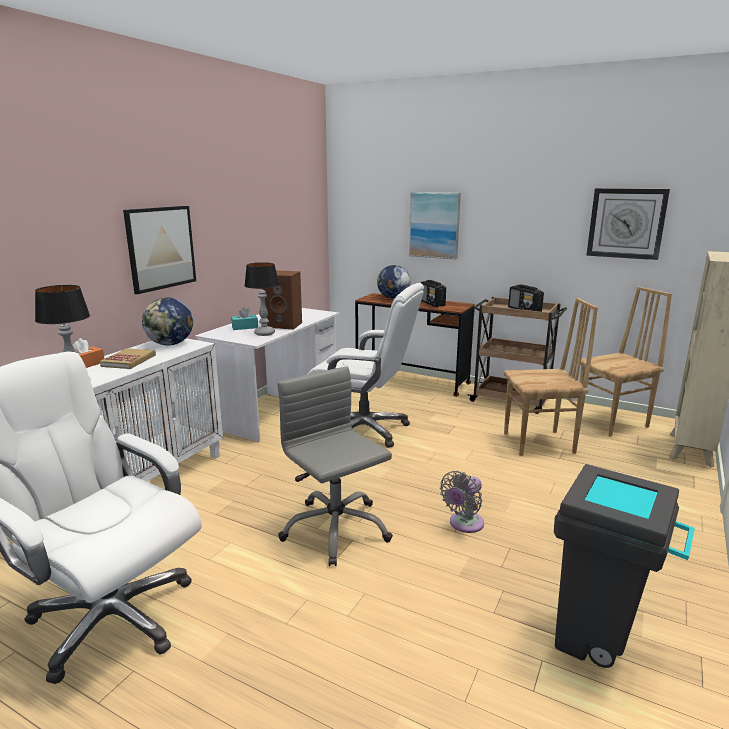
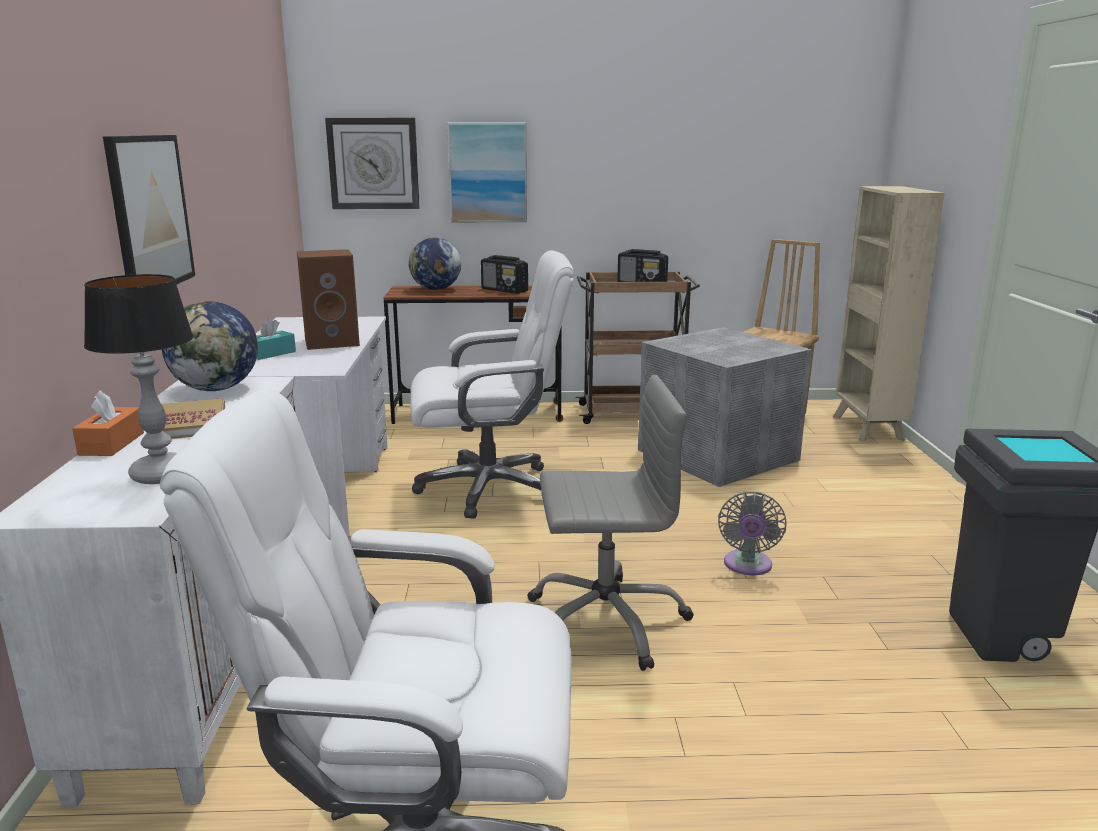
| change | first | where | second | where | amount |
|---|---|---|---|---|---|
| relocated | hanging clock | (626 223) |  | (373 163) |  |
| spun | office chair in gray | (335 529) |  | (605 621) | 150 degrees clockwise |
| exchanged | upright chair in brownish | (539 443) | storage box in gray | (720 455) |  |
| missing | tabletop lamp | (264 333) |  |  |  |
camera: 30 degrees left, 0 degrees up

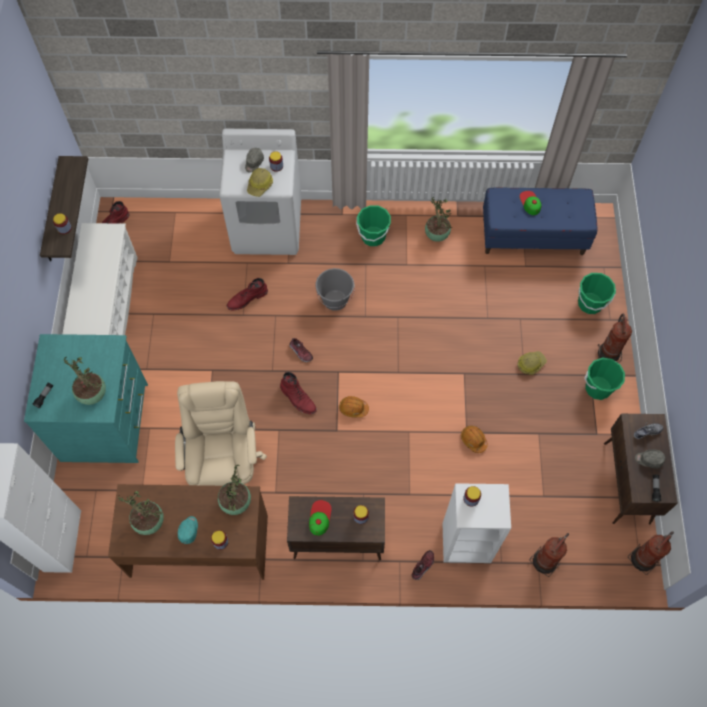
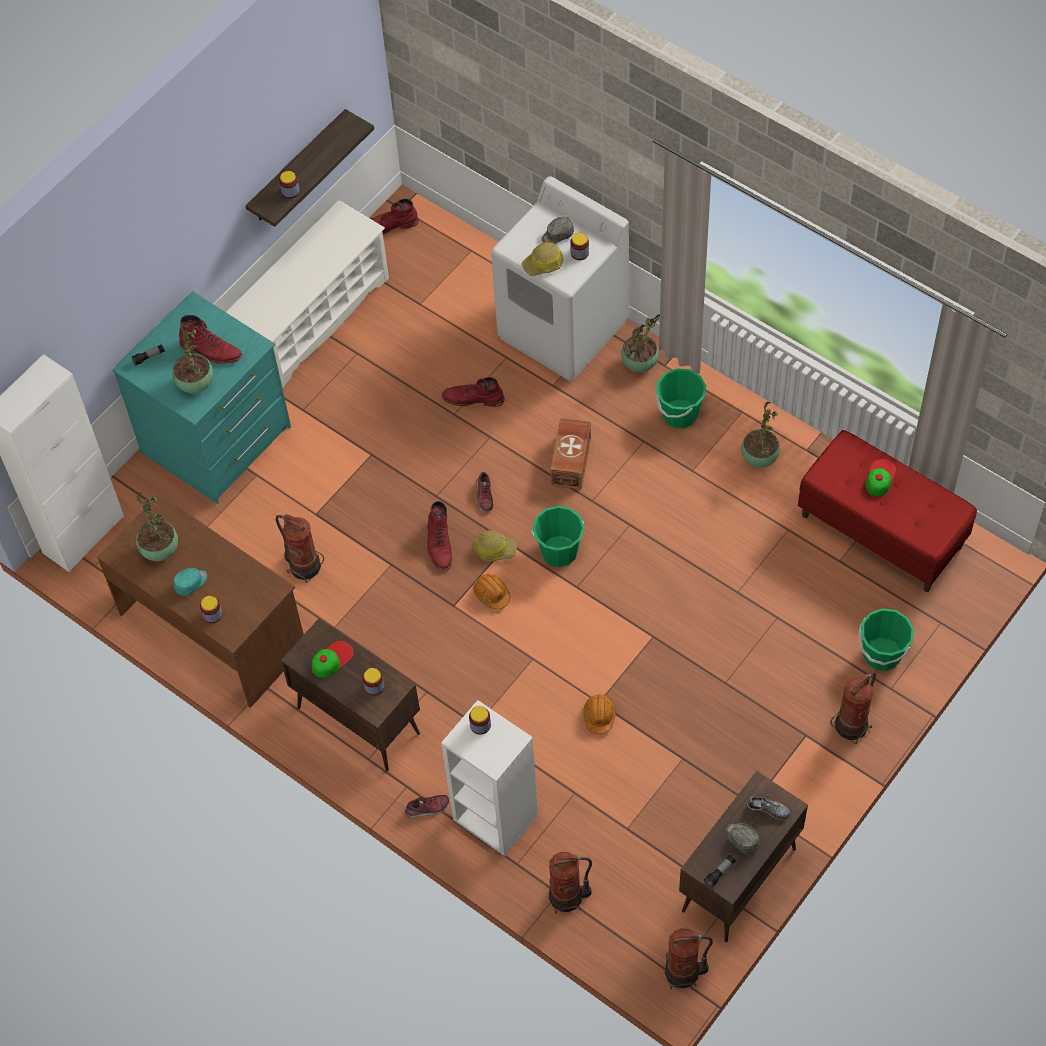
| change | first | where | second | where | amount |
|---|---|---|---|---|---|
| appeared |  |  | high-top boot in reddish | (211 351) |  |
| exchanged | office chair in beige-coloured | (225 465) | fire extinguisher | (304 565) |  |
| relocated | work helmet | (530 364) |  | (494 549) |  |
| relocated | water bucket in green-coloured | (598 388) |  | (559 551) |  |
| exchanged | water bucket in gray | (335 300) | storage box in brownish | (572 461) |  |
| relocated | plant in a pot | (236 502) |  | (640 363) |  |
| colour | bench in blue | (533 236) | bench in reddish | (882 531) |  |
camera: 40 degrees right, 5 degrees down

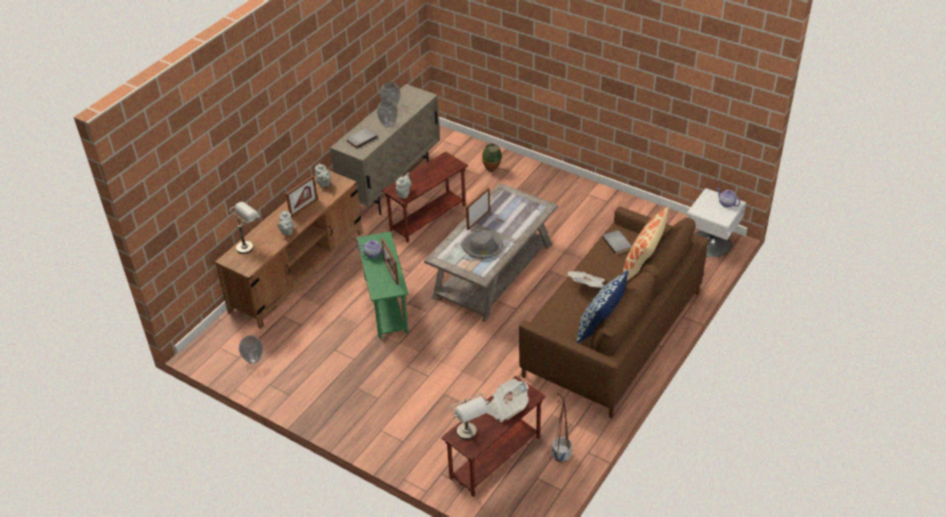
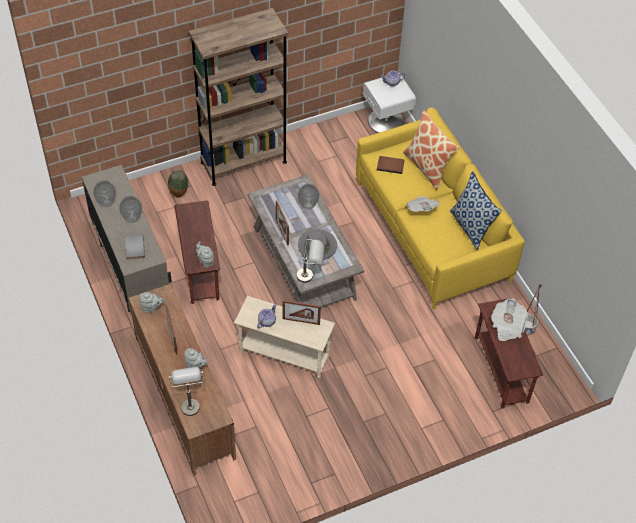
| change | first | where | second | where | amount |
|---|---|---|---|---|---|
| appeared |  |  | shelving unit in brownish | (243 162) |  |
| colour | end table in green-coloured | (385 306) | end table in beige-coloured | (284 355) |  |
| relocated | tabletop lamp in gray | (470 436) |  | (310 276) |  |
| relocated | decorative vase | (254 360) |  | (308 206) |  |
| colour | settee in brownish | (612 334) | settee in yellow | (432 231) |  |
| colour | book in gray | (618 243) | book in brownish | (390 165) |  |
camera: 60 degrees left, 10 degrees up

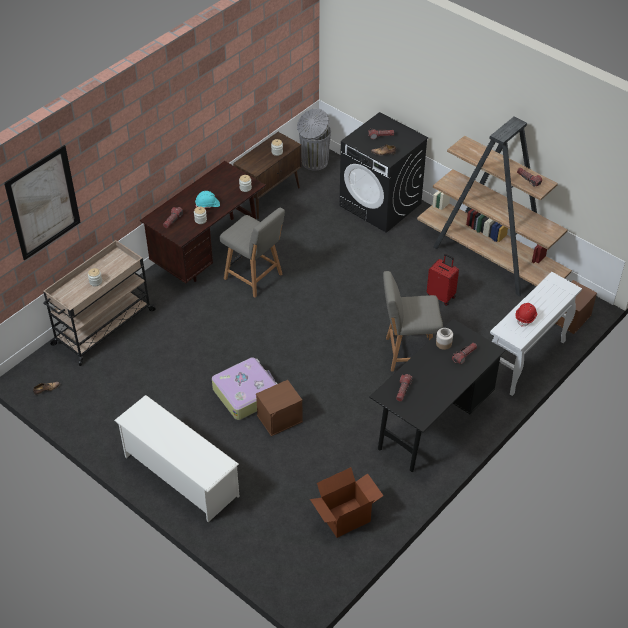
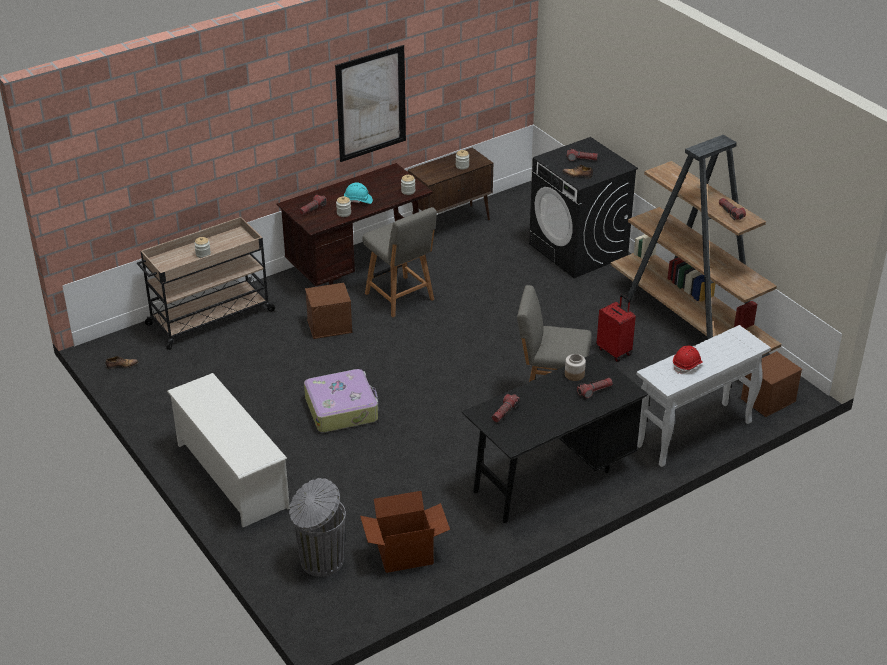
| change | first | where | second | where | amount |
|---|---|---|---|---|---|
| relocated | waste bin in gray | (314 162) |  | (320 561) |  |
| relocated | storage box in brownish | (280 418) |  | (330 325) |  |
| relocated | wall art | (43 203) |  | (371 103) |  |
camera: 15 degrees right, 10 degrees down

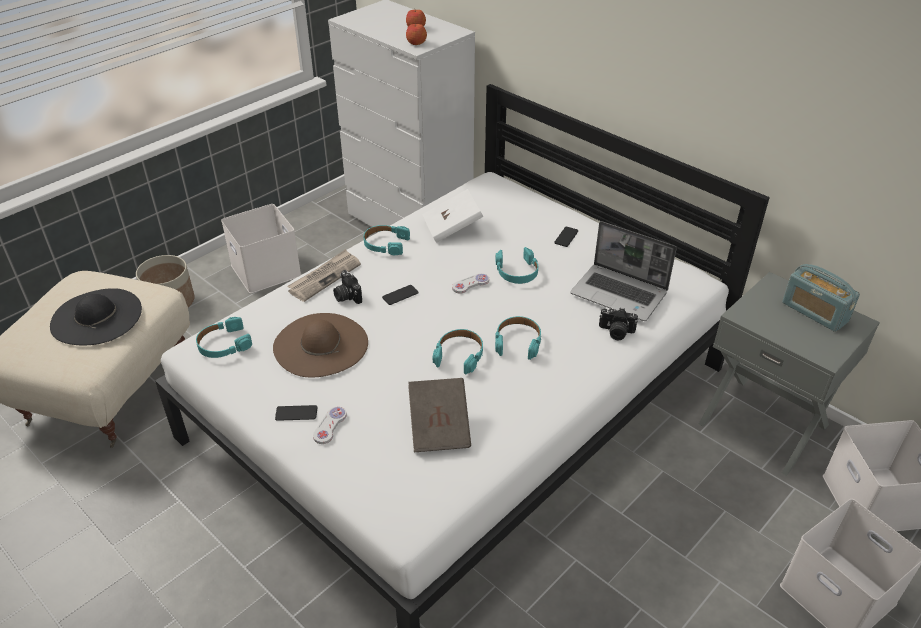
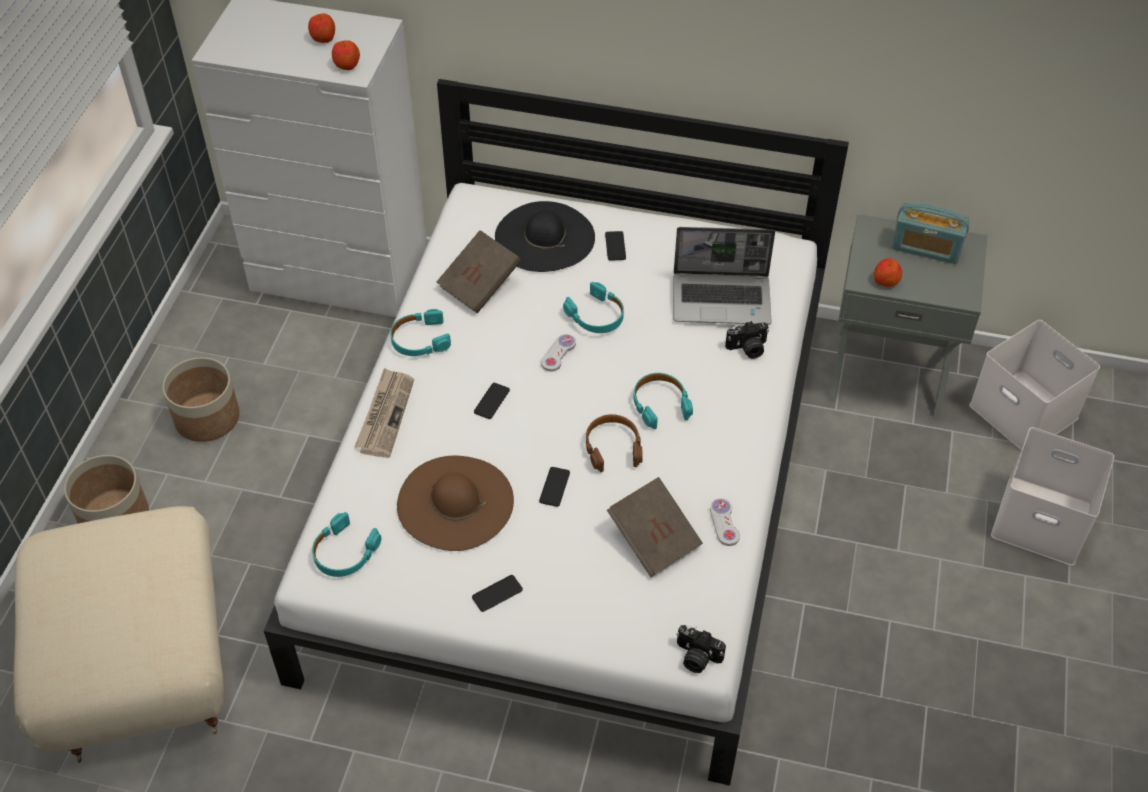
| change | first | where | second | where | amount |
|---|---|---|---|---|---|
| exchanged | storage box in white-coloured | (267 270) | plant pot | (208 418) |  |
| colour | book in white-coloured | (452 228) | book in brownish | (480 285) |  |
| relocated | wearable hat in black-coloured | (96 317) |  | (544 237) |  |
| appeared |  |  | phone | (554 487) |  |
| colour | headset in turquoise | (459 355) | headset in brownish | (612 447) |  |
| relocated | still camera | (347 296) |  | (696 657) |  |
| relocated | game controller in white-coloured | (330 426) |  | (724 523) |  |
| appeared |  |  | apple | (886 281) |  |
camera: 30 degrees left, 10 degrees up

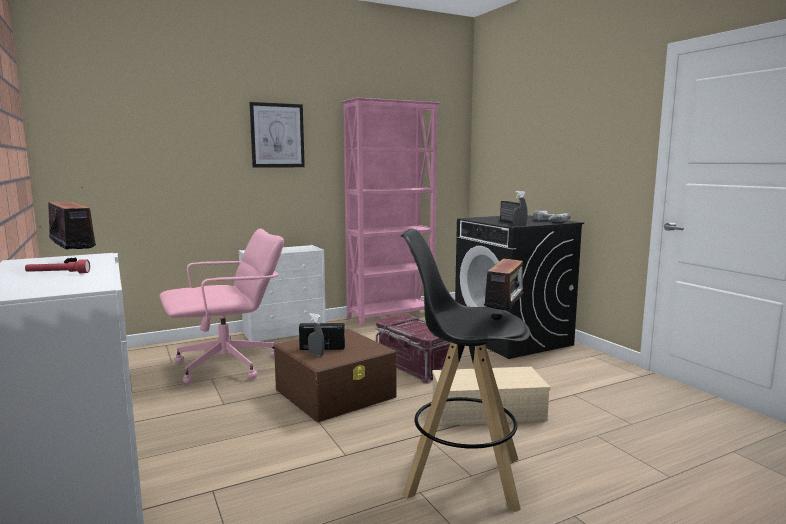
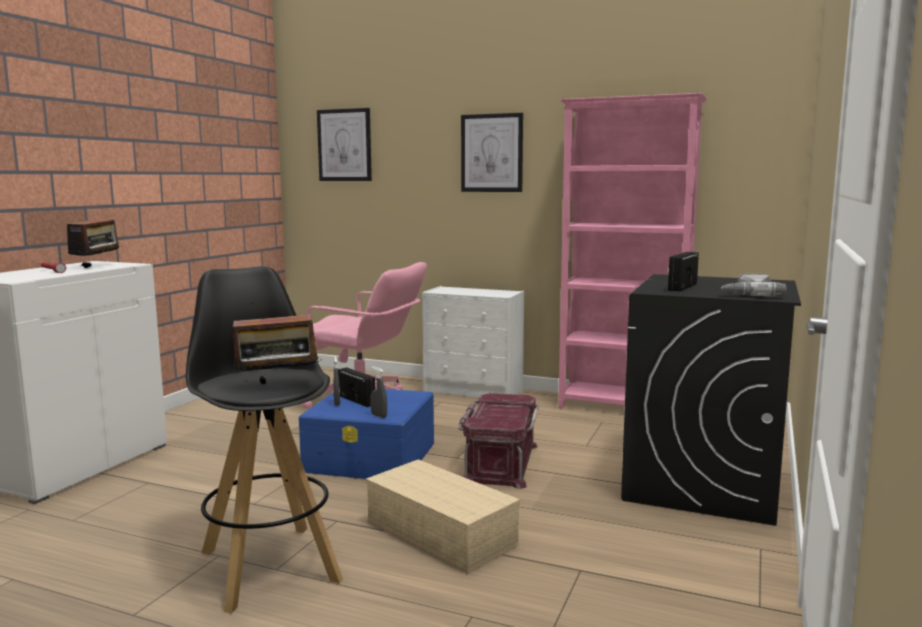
| change | first | where | second | where | amount |
|---|---|---|---|---|---|
| colour | storage box in brownish | (336 393) | storage box in blue | (371 457) |  |
| appeared |  |  | wall art | (344 145) |  |
| relocated | spray bottle in gray | (519 225) |  | (379 416) |  |
camera: 50 degrees right, 0 degrees up

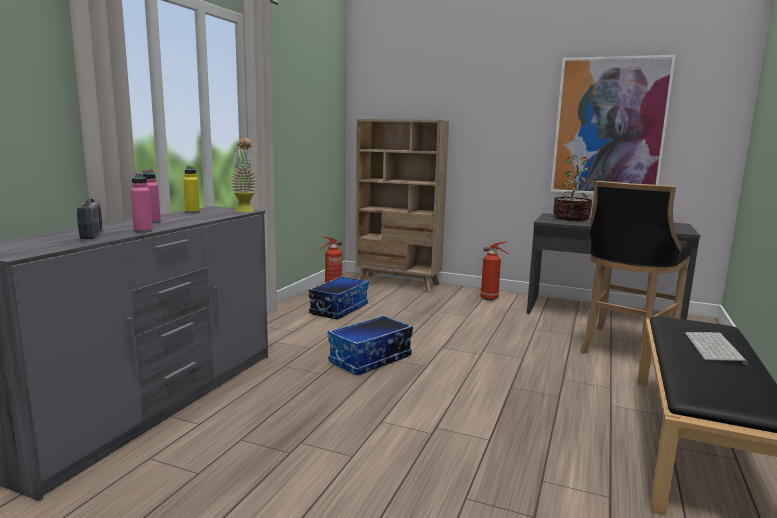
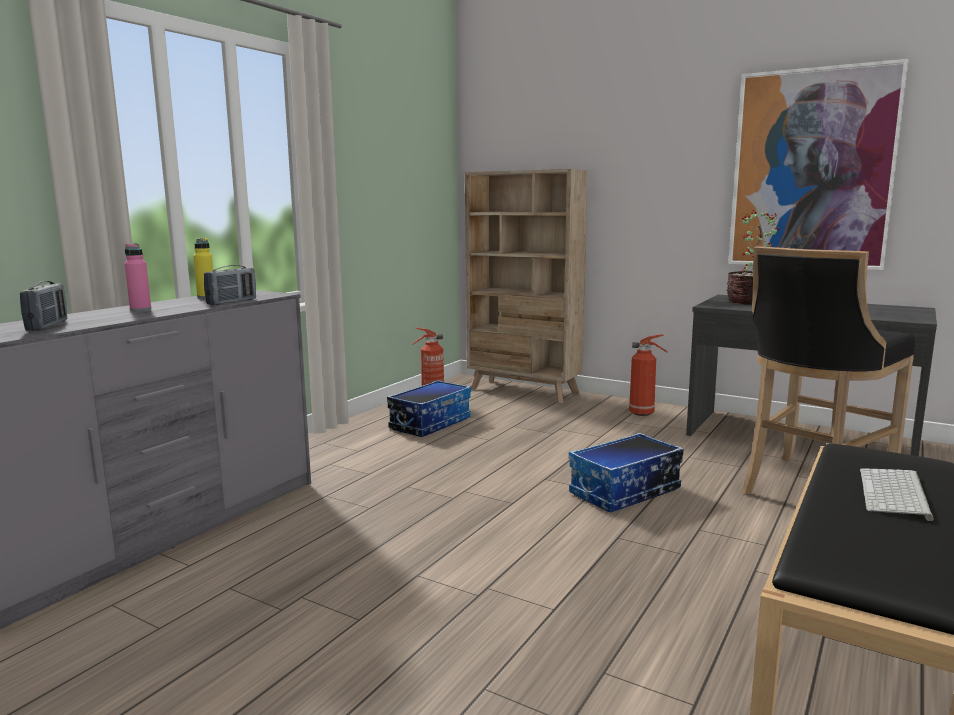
| change | first | where | second | where | amount |
|---|---|---|---|---|---|
| appeared |  |  | radio receiver | (232 302) |  |
| relocated | storage box | (370 359) |  | (625 492) |  |
| missing | drink bottle in pinkish | (143 231) |  |  |  |
| missing | plant in a pot | (244 210) |  |  |  |
camera: 10 degrees right, 0 degrees up

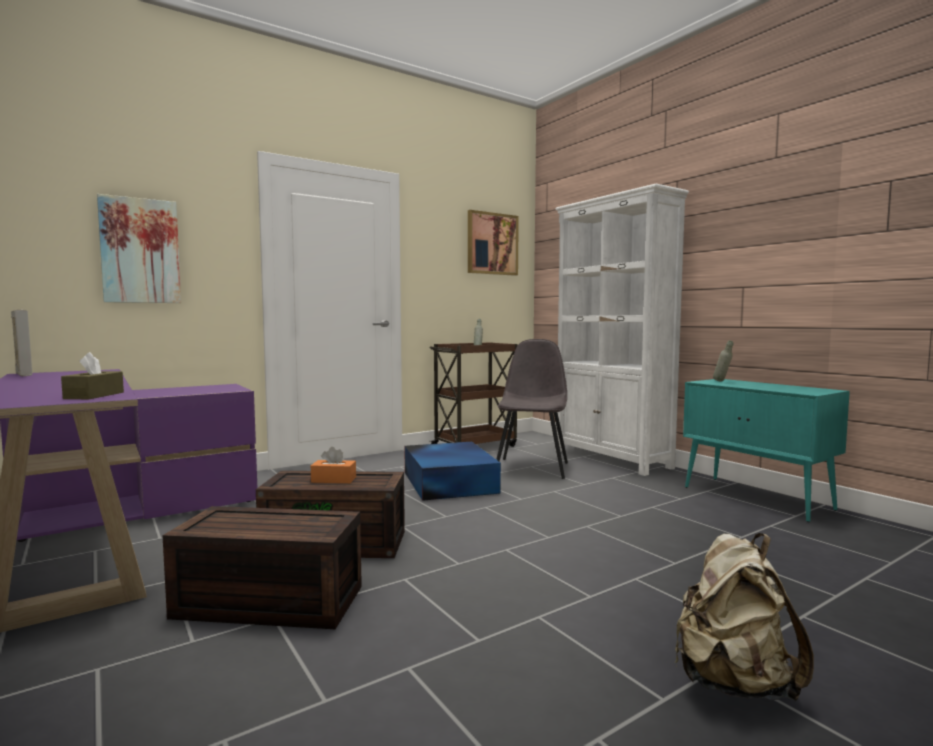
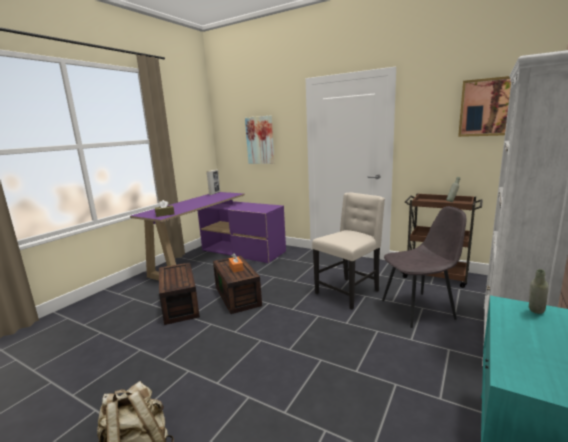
| change | first | where | second | where | amount |
|---|---|---|---|---|---|
| exchanged | storage box in blue | (449 482) | upright chair in beige-coloured | (348 292) |  |
camera: 65 degrees right, 10 degrees up

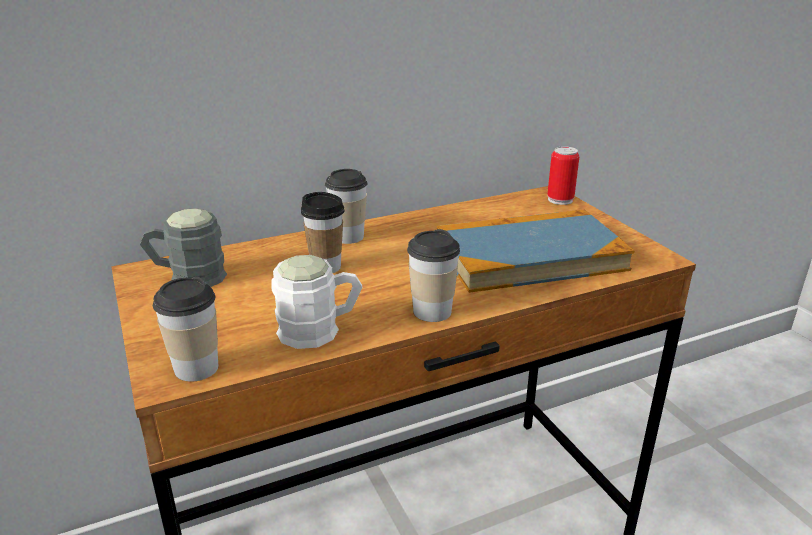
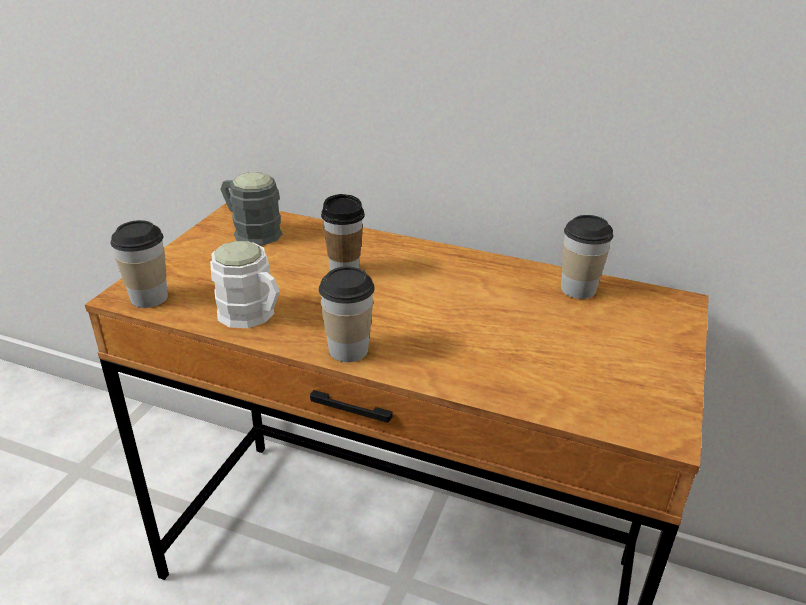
| change | first | where | second | where | amount |
|---|---|---|---|---|---|
| relocated | drinking cup | (348 236) |  | (578 289) |  |
| missing | book | (529 256) |  |  |  |
| missing | metal can | (560 199) |  |  |  |
camera: 45 degrees right, 5 degrees up

